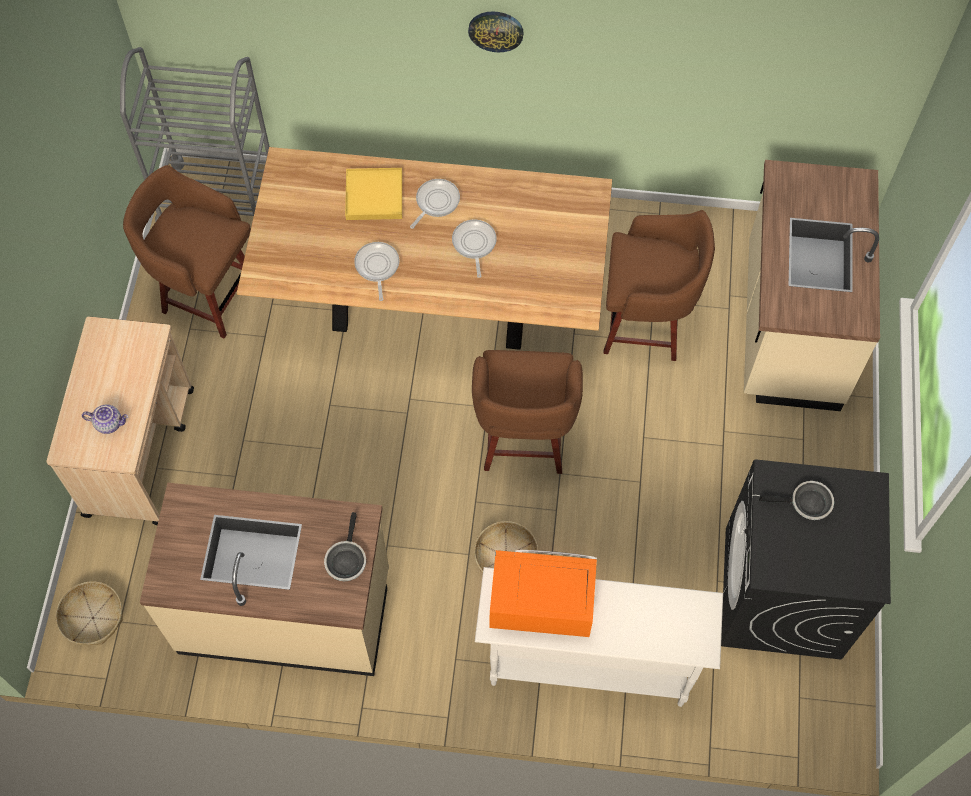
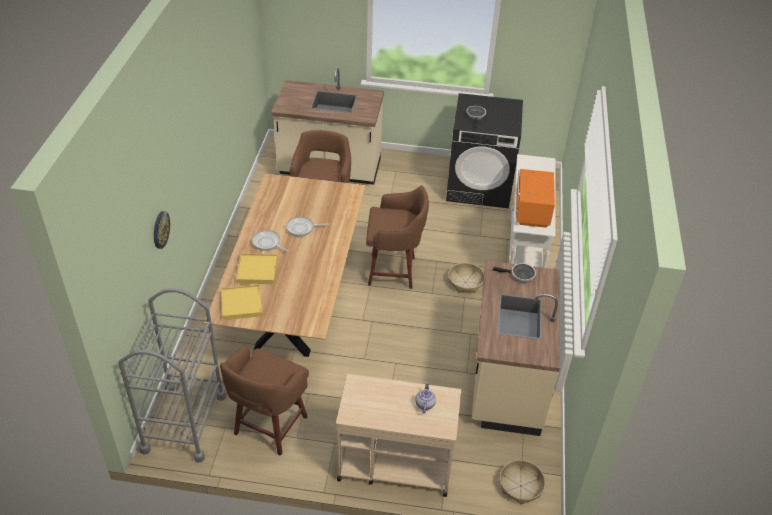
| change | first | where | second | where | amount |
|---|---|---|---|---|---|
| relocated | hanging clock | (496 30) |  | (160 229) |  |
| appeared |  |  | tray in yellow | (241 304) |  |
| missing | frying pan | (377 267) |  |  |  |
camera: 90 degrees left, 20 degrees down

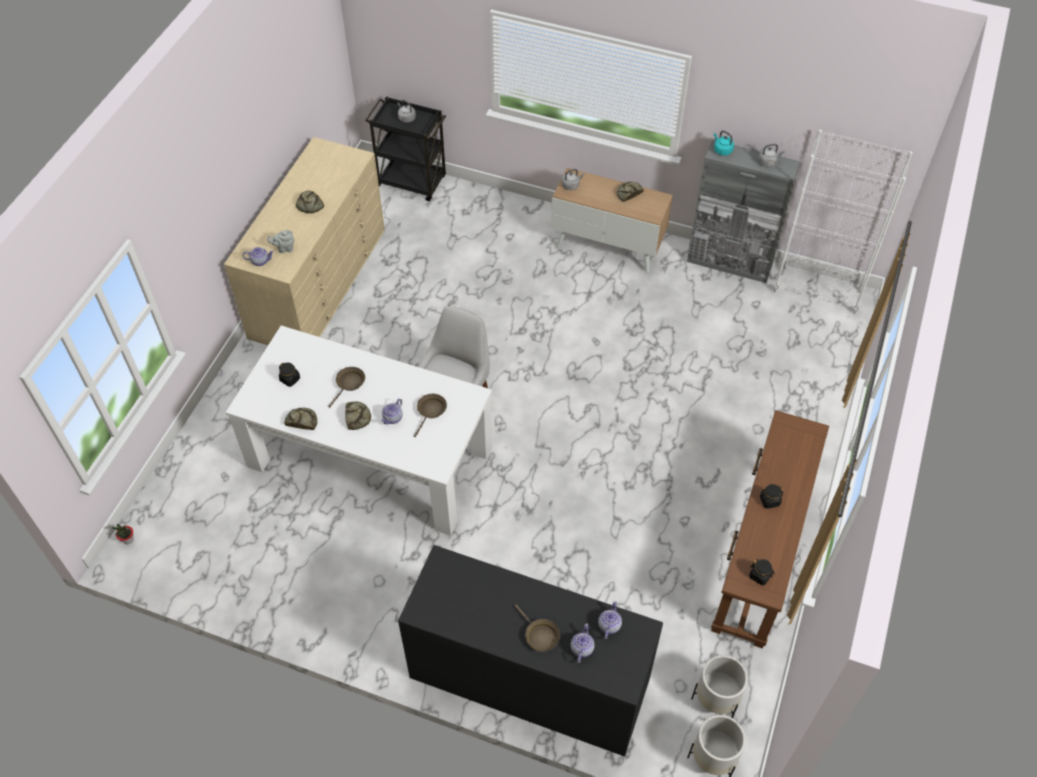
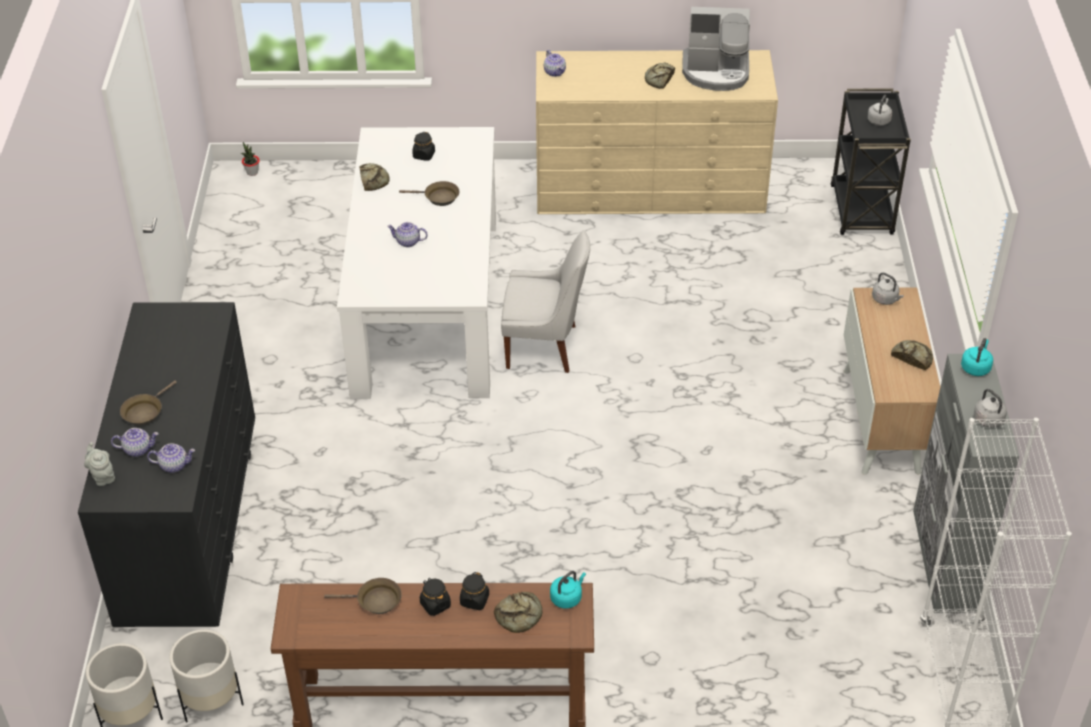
| change | first | where | second | where | amount |
|---|---|---|---|---|---|
| relocated | pot for tea in gray | (284 248) |  | (102 476) |  |
| relocated | frying pan in brownish | (431 411) |  | (375 601) |  |
| relocated | preserve jar in black-coloured | (760 576) |  | (474 600) |  |
| relocated | bread | (357 417) |  | (520 616) |  |
| appeared |  |  | water kettle in turquoise | (567 597) |  |
| appeared |  |  | coffee maker | (716 72) |  |
camera: 70 degrees right, 10 degrees down

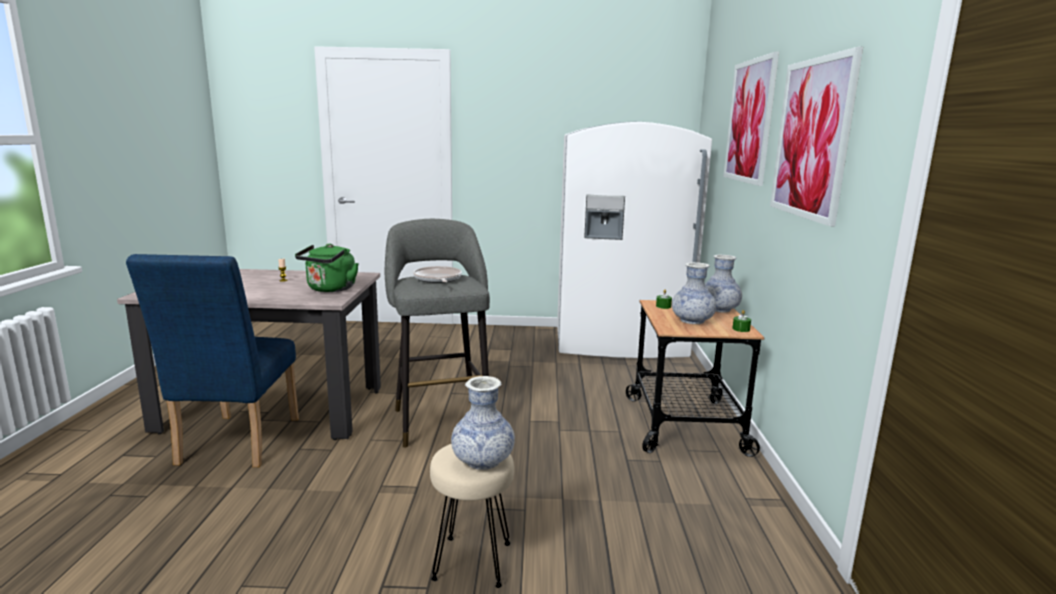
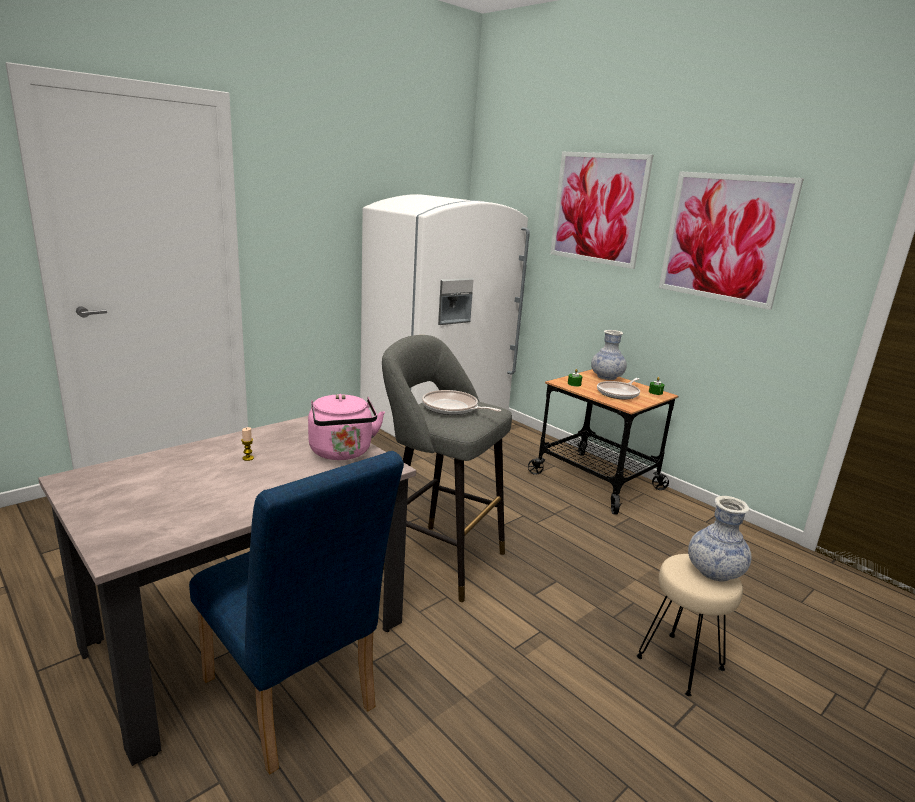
| change | first | where | second | where | amount |
|---|---|---|---|---|---|
| colour | water kettle in green-coloured | (330 289) | water kettle in pinkish | (342 453) |  |
| exchanged | decorative vase | (692 321) | frying pan | (619 393) |  |
camera: 45 degrees left, 5 degrees up

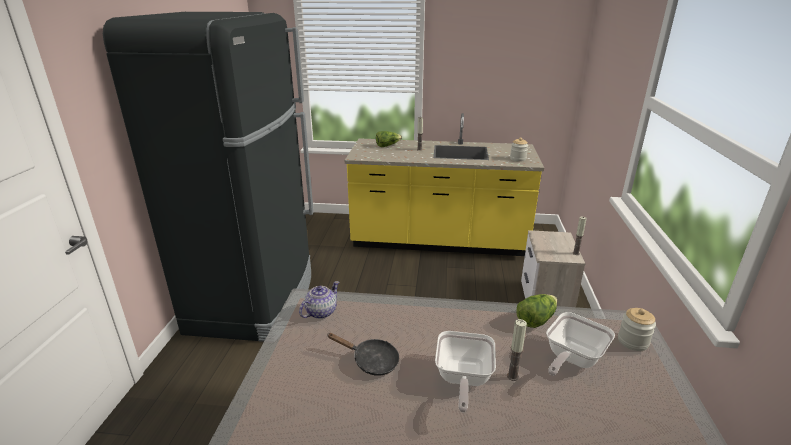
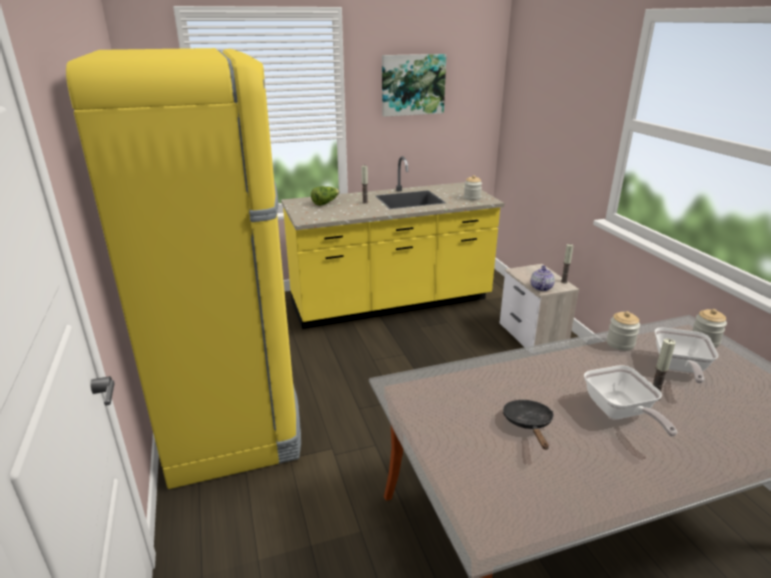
| change | first | where | second | where | amount |
|---|---|---|---|---|---|
| colour | fridge in black-coloured | (255 300) | fridge in yellow | (232 419) |  |
| appeared |  |  | wall art | (413 85) |  |
| spun | frying pan in black-coloured | (371 361) |  | (528 424) | 90 degrees counterclockwise |
| relocated | pot for tea | (320 312) |  | (541 288) |  |
| exchanged | head of lettuce | (536 319) | preserve jar | (620 343) |  |
camera: 25 degrees left, 0 degrees up

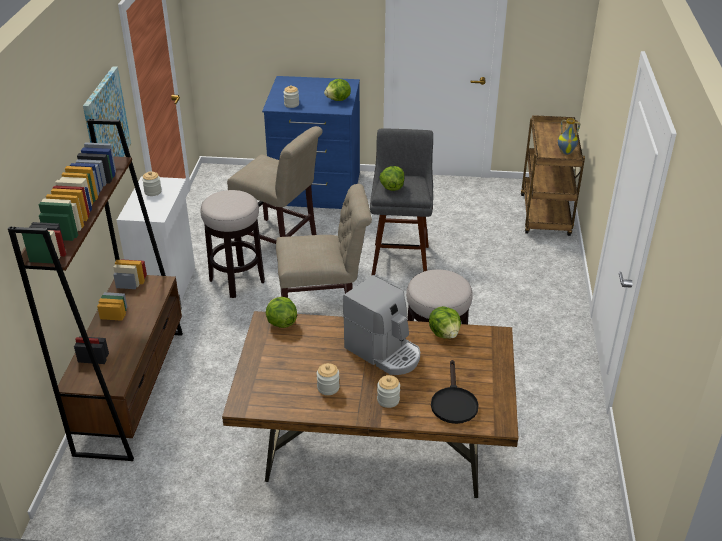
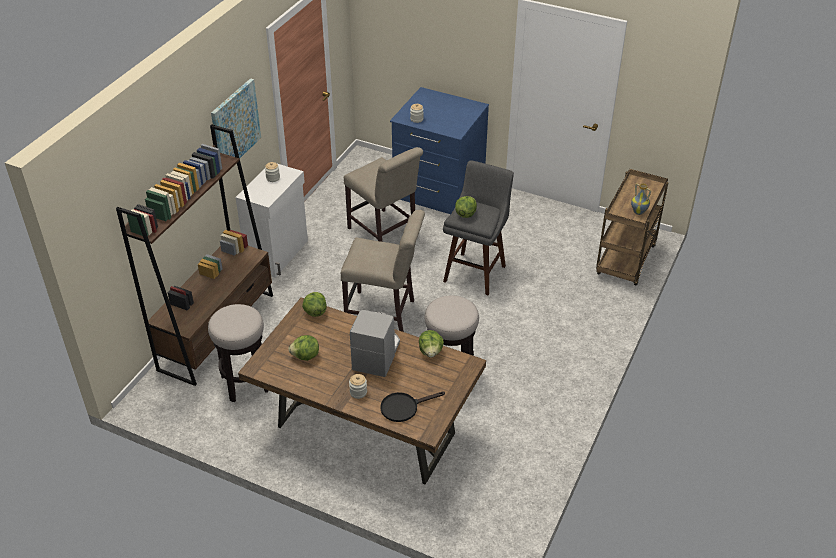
| change | first | where | second | where | amount |
|---|---|---|---|---|---|
| relocated | stool seat | (237 281) |  | (245 383) |  |
| relocated | head of lettuce | (338 100) |  | (305 356) |  |
| spun | coffee maker | (384 352) |  | (377 354) | 135 degrees counterclockwise |
| spun | frying pan in black-coloured | (453 402) |  | (404 407) | 45 degrees clockwise |
| missing | preserve jar | (328 388) |  |  |  |
camera: 20 degrees right, 5 degrees up

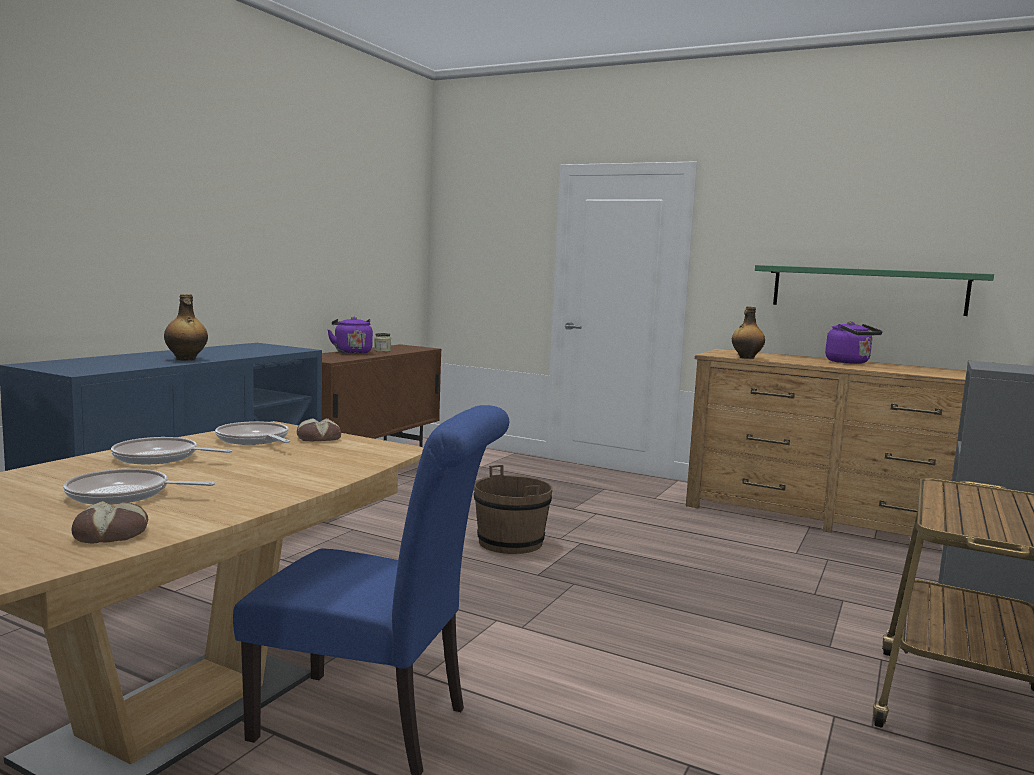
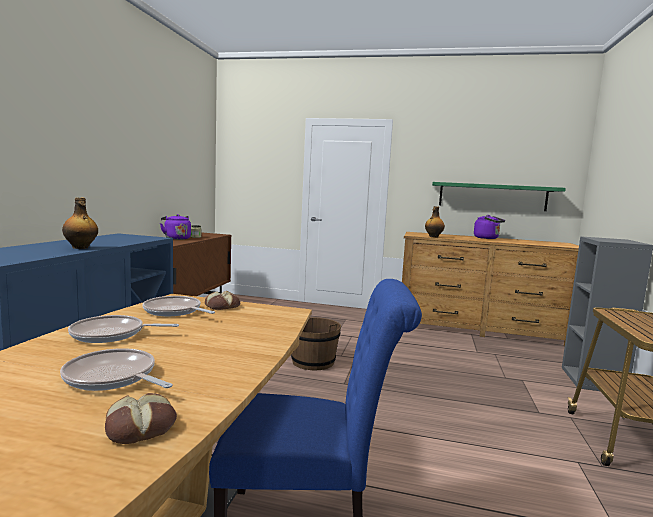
| change | first | where | second | where | amount |
|---|---|---|---|---|---|
| spun | frying pan | (124 495) |  | (113 378) | 45 degrees clockwise |
camera: 15 degrees left, 0 degrees up

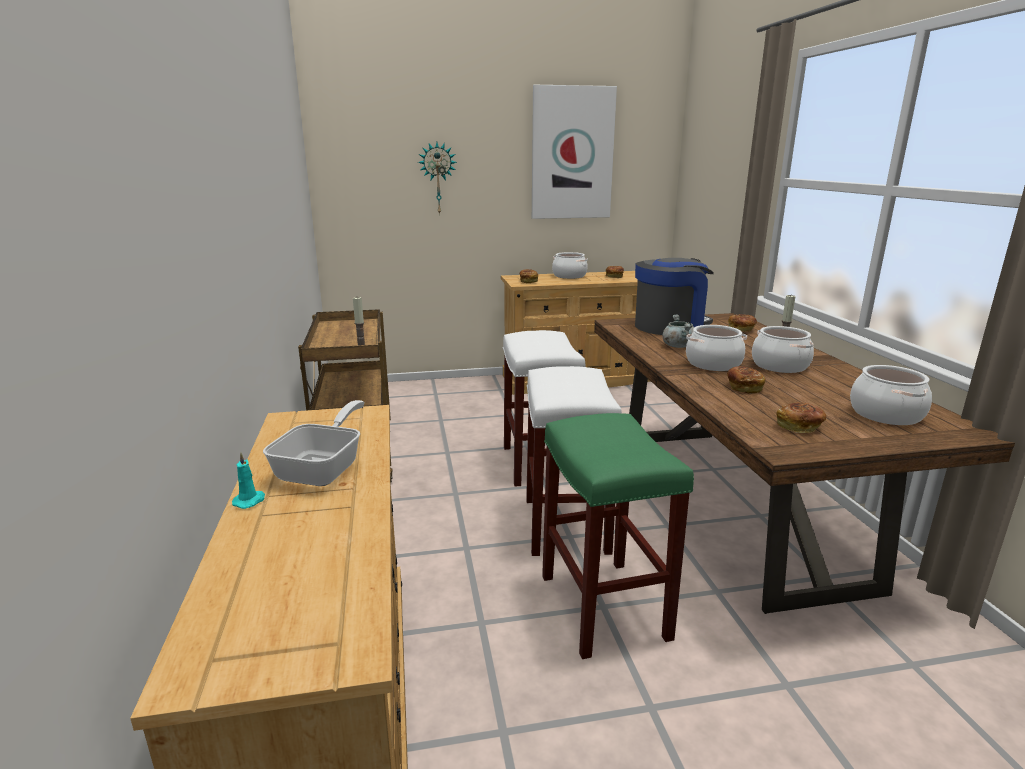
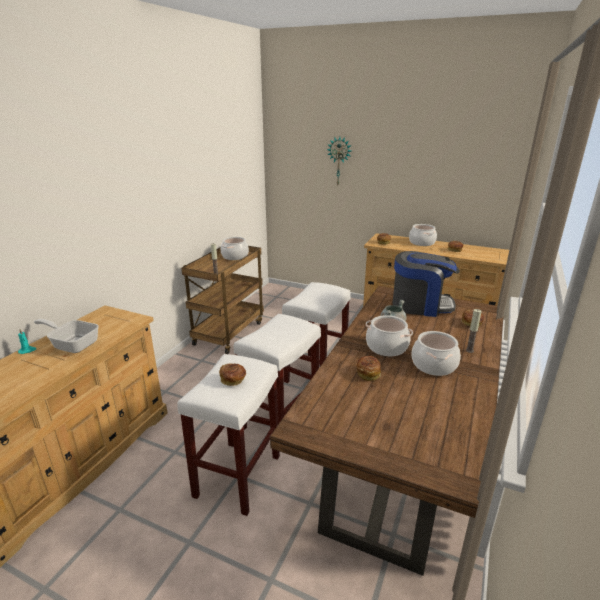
| change | first | where | second | where | amount |
|---|---|---|---|---|---|
| spun | frying pan | (324 468) |  | (72 344) | 120 degrees counterclockwise |
| colour | stool seat in green-coloured | (602 605) | stool seat in white-coloured | (238 475) |  |
| relocated | bread | (799 427) |  | (233 380) |  |
| relocated | saucepot | (885 414) |  | (235 256) |  |
| missing | wall art | (572 153) |  |  |  |
camera: 35 degrees right, 5 degrees up

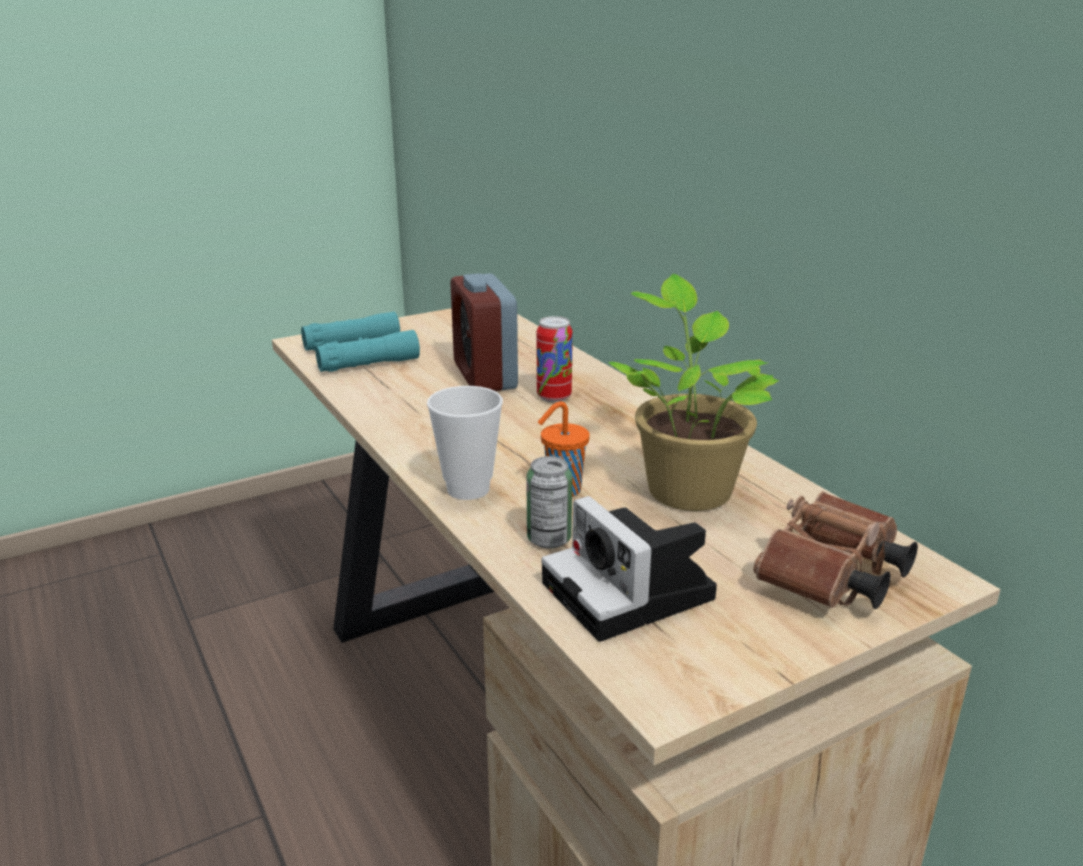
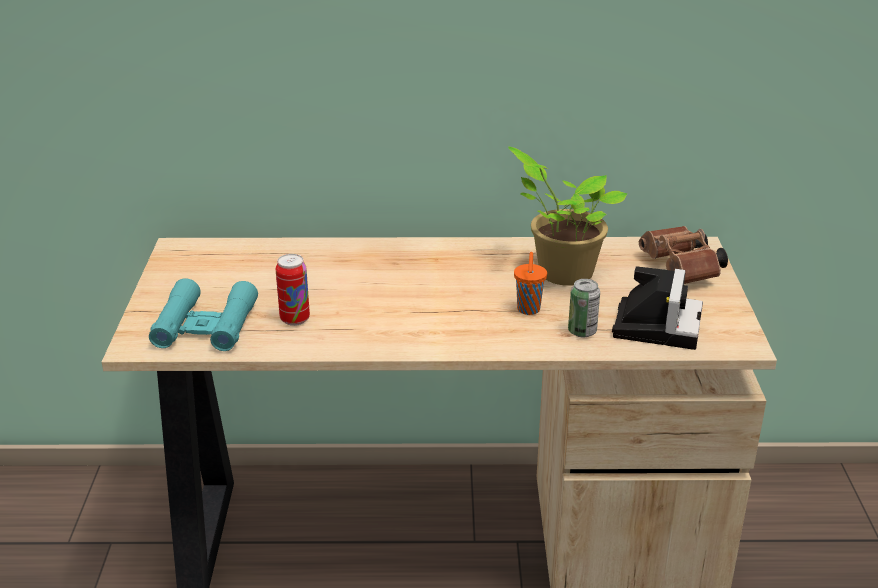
| change | first | where | second | where | amount |
|---|---|---|---|---|---|
| relocated | metal can | (554 397) |  | (295 319) |  |
| spun | still camera | (633 593) |  | (656 324) | 75 degrees counterclockwise |
| missing | drinking cup | (468 489) |  |  |  |
| missing | table clock | (484 376) |  |  |  |
camera: 60 degrees left, 5 degrees up

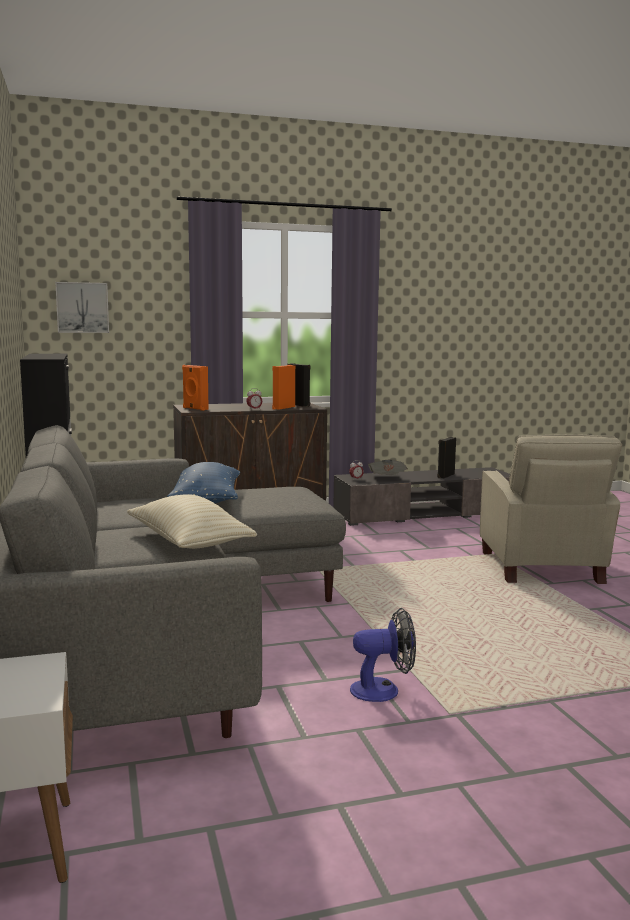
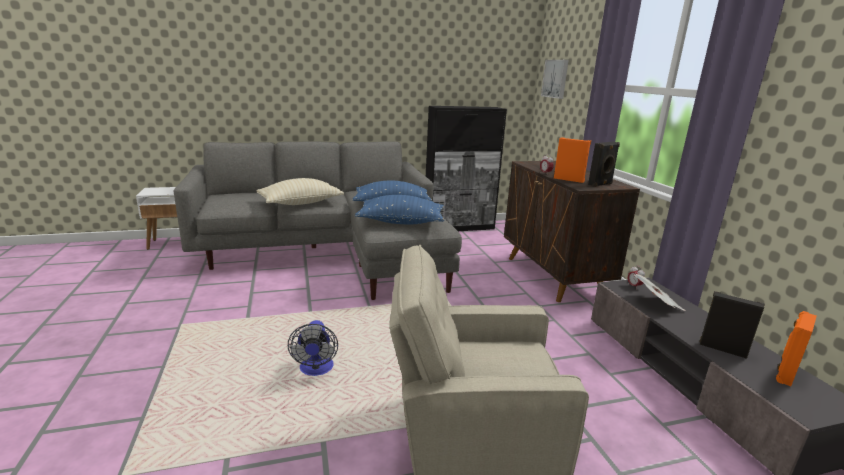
| change | first | where | second | where | amount |
|---|---|---|---|---|---|
| relocated | cooling fan | (383 690) |  | (316 370) |  |
| appeared |  |  | cushion in blue | (401 222) |  |
| relocated | speaker in orange | (194 409) |  | (784 373) |  |
camera: 90 degrees right, 10 degrees up

